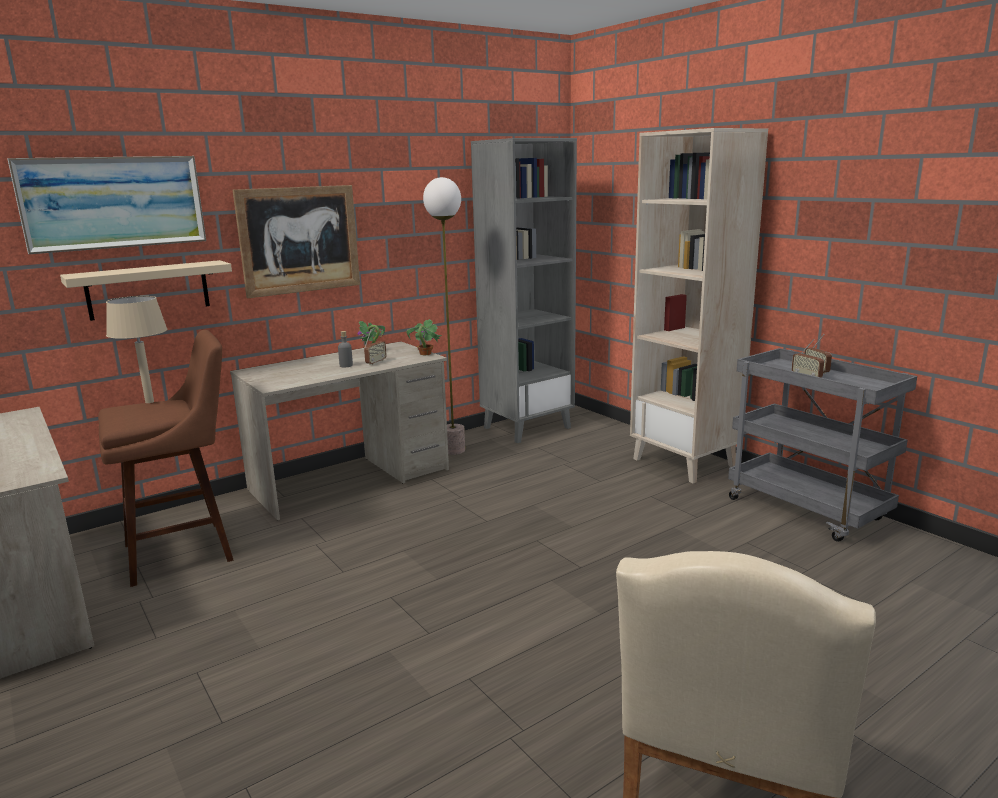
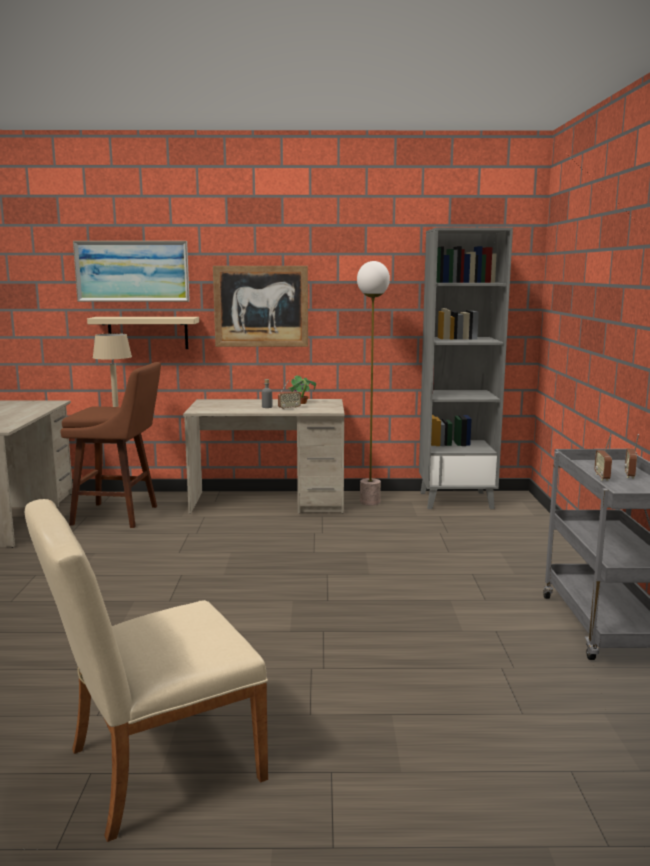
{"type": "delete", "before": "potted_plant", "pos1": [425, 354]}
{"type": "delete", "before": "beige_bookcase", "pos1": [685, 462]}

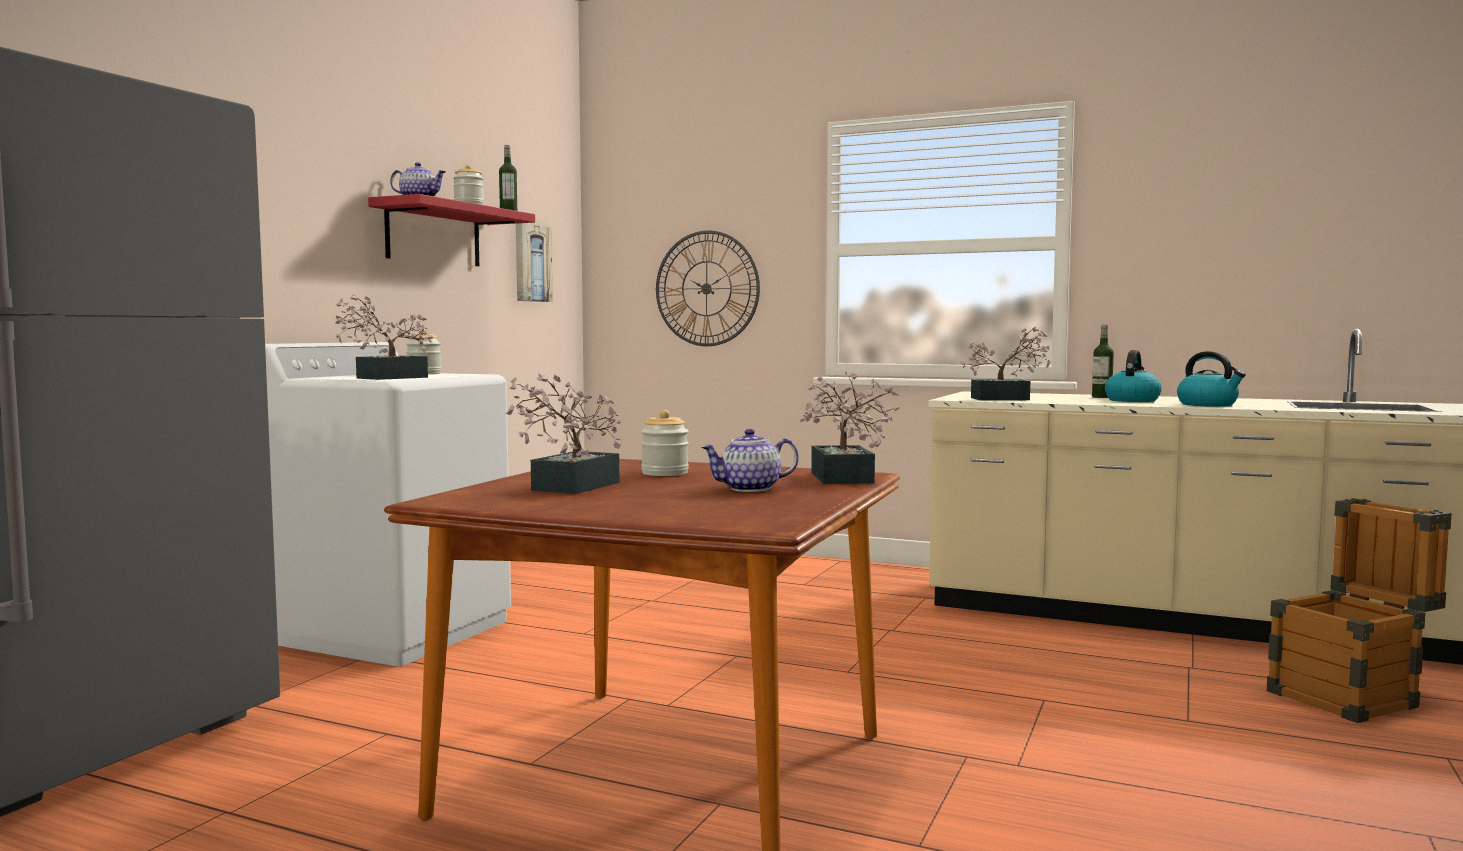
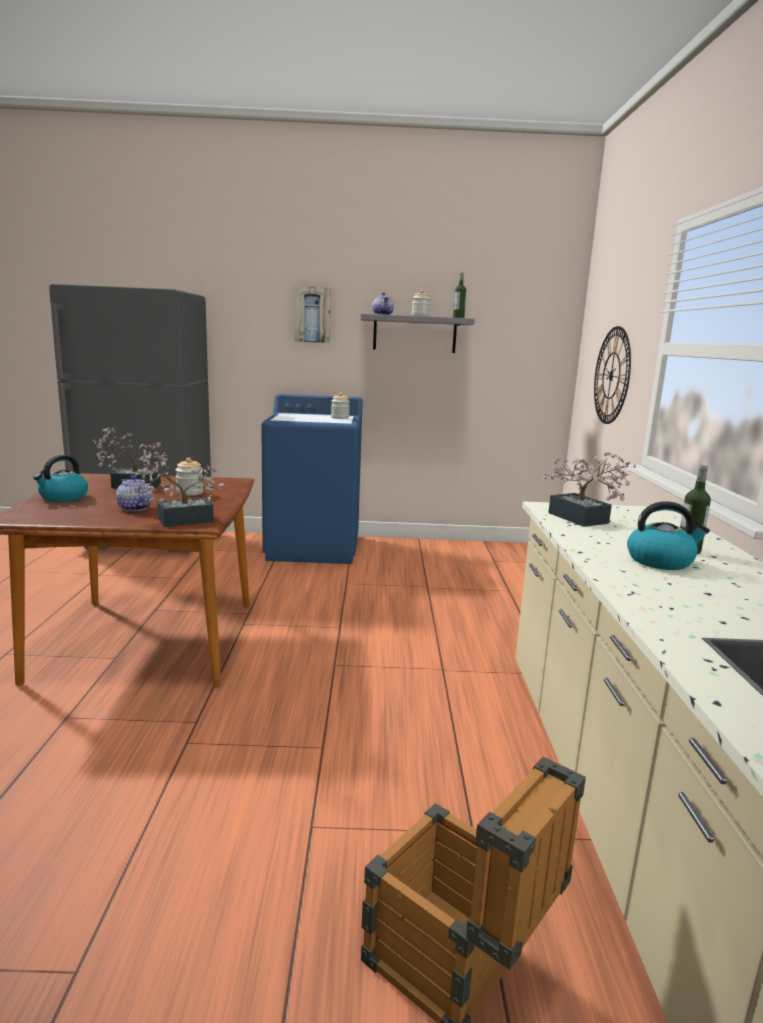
{"type": "delete", "before": "potted_plant", "pos1": [384, 378]}
{"type": "move", "before": "picture", "pos1": [531, 263], "pos2": [312, 315]}
{"type": "move", "before": "kettle", "pos1": [1208, 405], "pos2": [63, 497]}
{"type": "recolor", "before": "white_washing_machine", "after": "blue_washing_machine", "pos1": [394, 631], "pos2": [314, 548]}
{"type": "recolor", "before": "red_shelf", "after": "grey_shelf", "pos1": [433, 235], "pos2": [414, 334]}

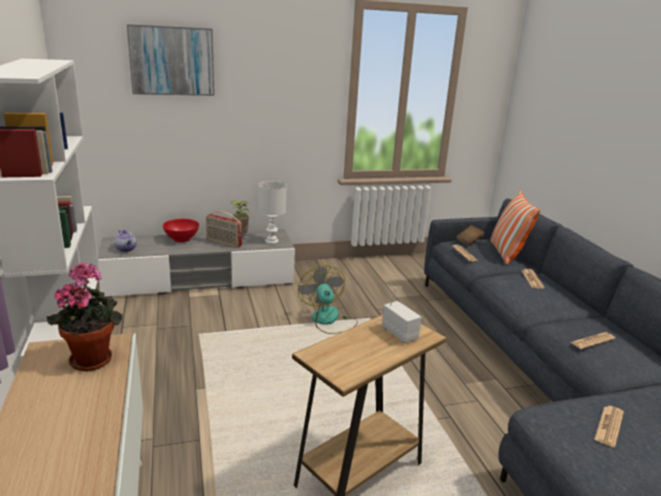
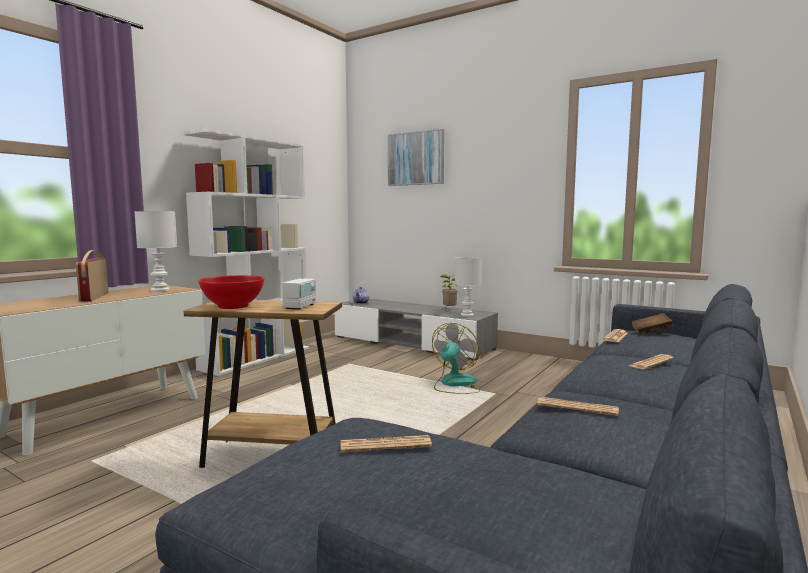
{"type": "delete", "before": "pillow", "pos1": [506, 253]}
{"type": "move", "before": "red_bowl", "pos1": [181, 239], "pos2": [232, 306]}
{"type": "move", "before": "radio", "pos1": [223, 243], "pos2": [93, 297]}
{"type": "replace", "before": "potted_plant", "after": "white_table_lamp", "pos1": [93, 358], "pos2": [161, 290]}

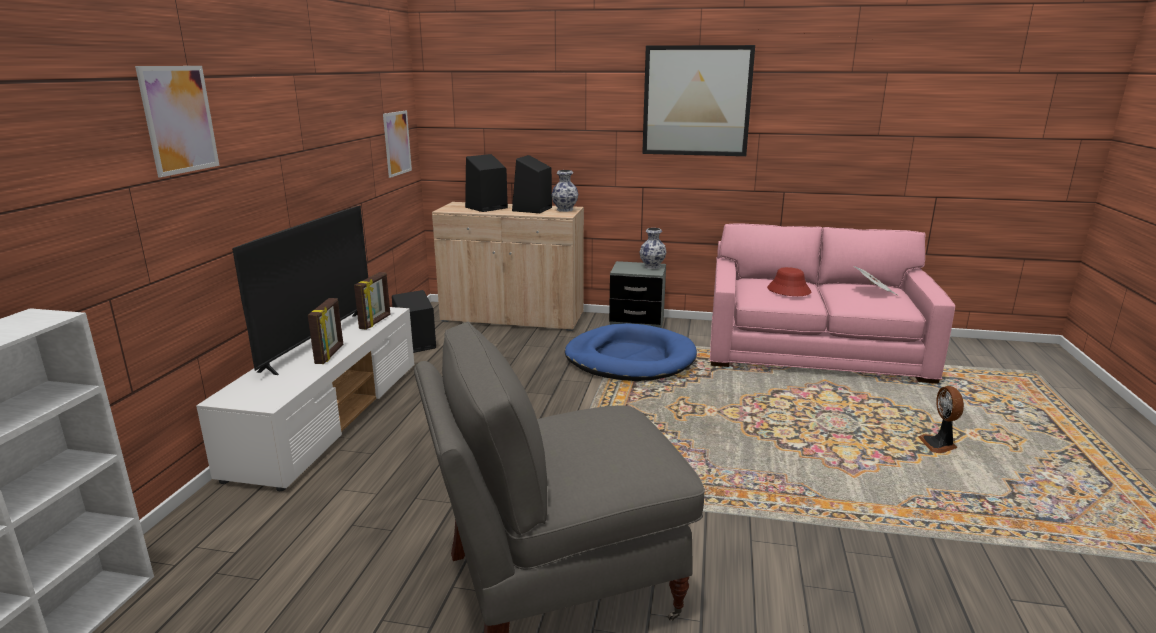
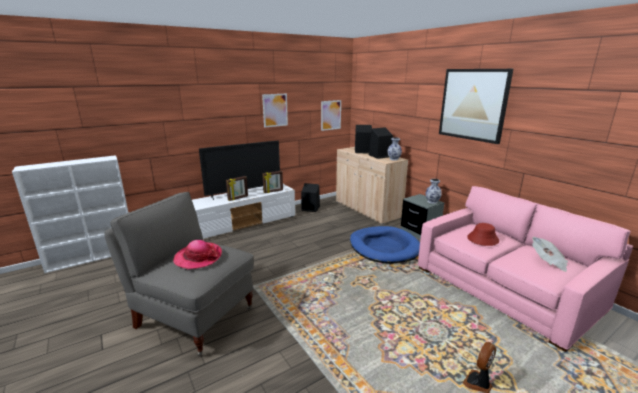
{"type": "insert", "after": "hat", "pos2": [198, 257]}
{"type": "move", "before": "picture", "pos1": [179, 119], "pos2": [275, 110]}

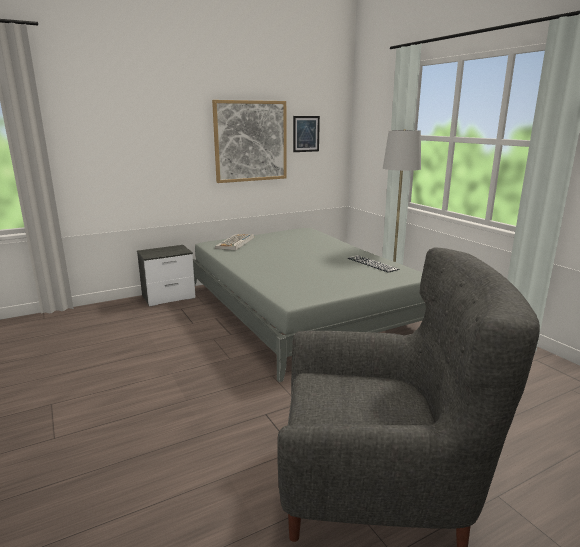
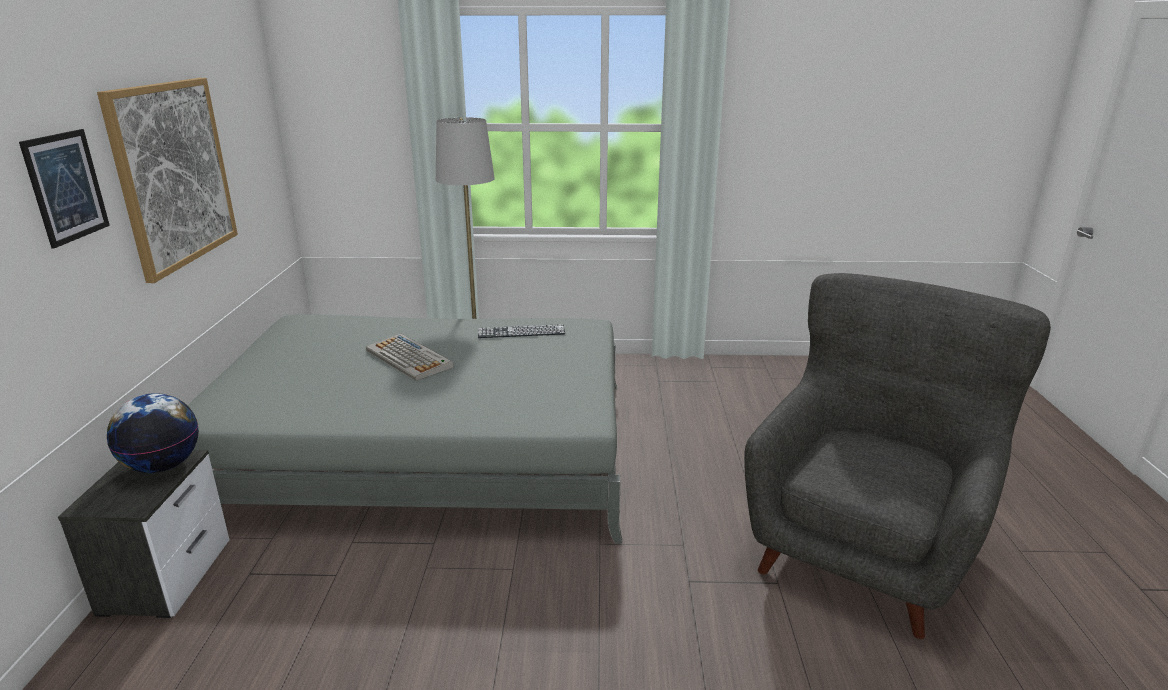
{"type": "insert", "after": "globe", "pos2": [163, 466]}
{"type": "move", "before": "keyboard", "pos1": [235, 243], "pos2": [410, 359]}
{"type": "move", "before": "picture", "pos1": [306, 134], "pos2": [66, 187]}

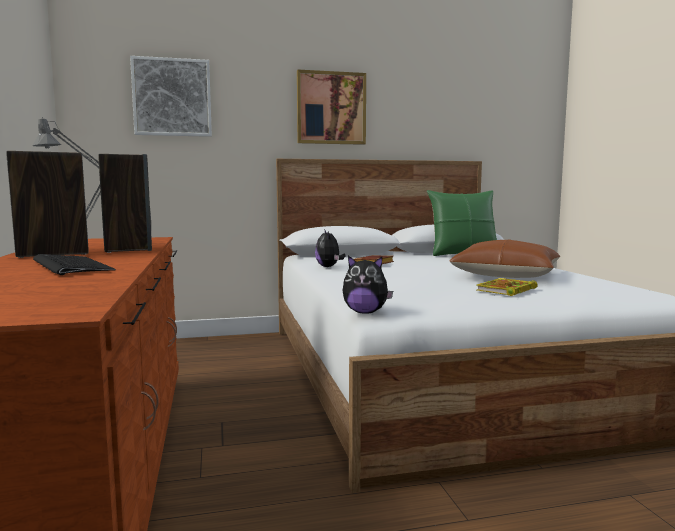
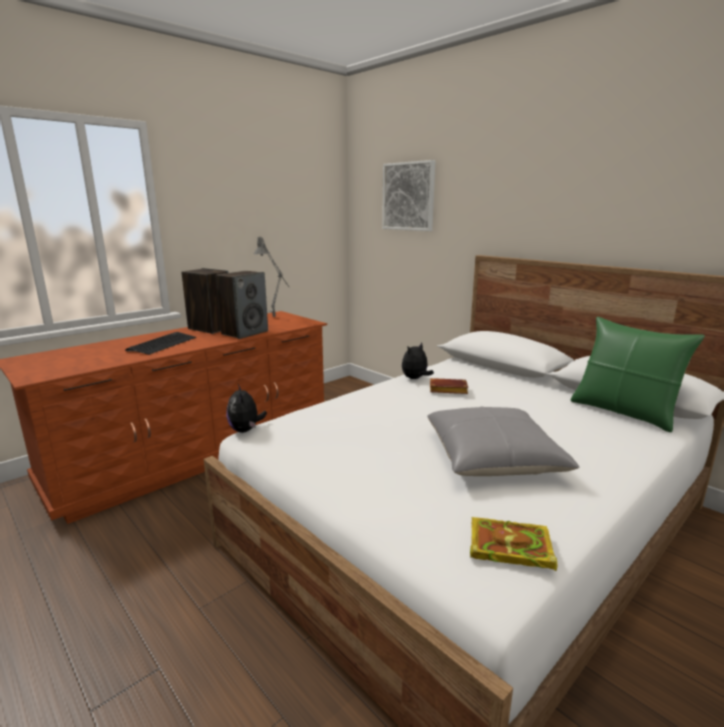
{"type": "delete", "before": "picture", "pos1": [331, 108]}
{"type": "move", "before": "book", "pos1": [506, 290], "pos2": [507, 547]}
{"type": "recolor", "before": "brown_pillow", "after": "grey_pillow", "pos1": [505, 275], "pos2": [493, 457]}

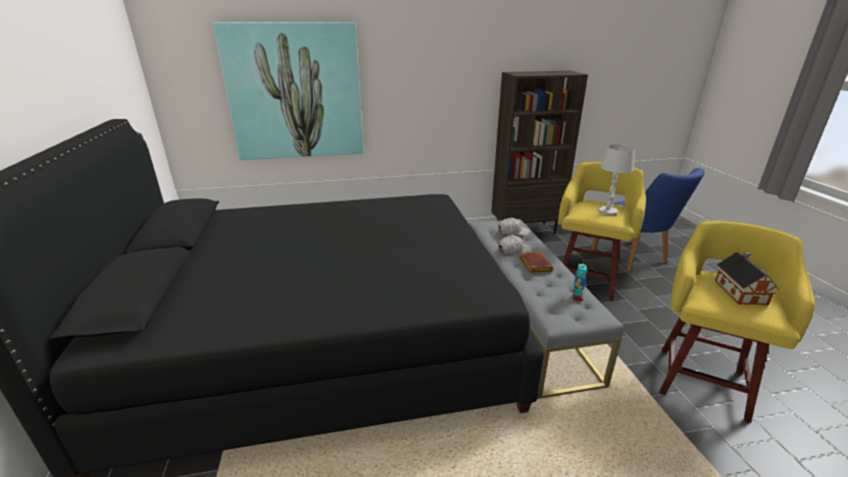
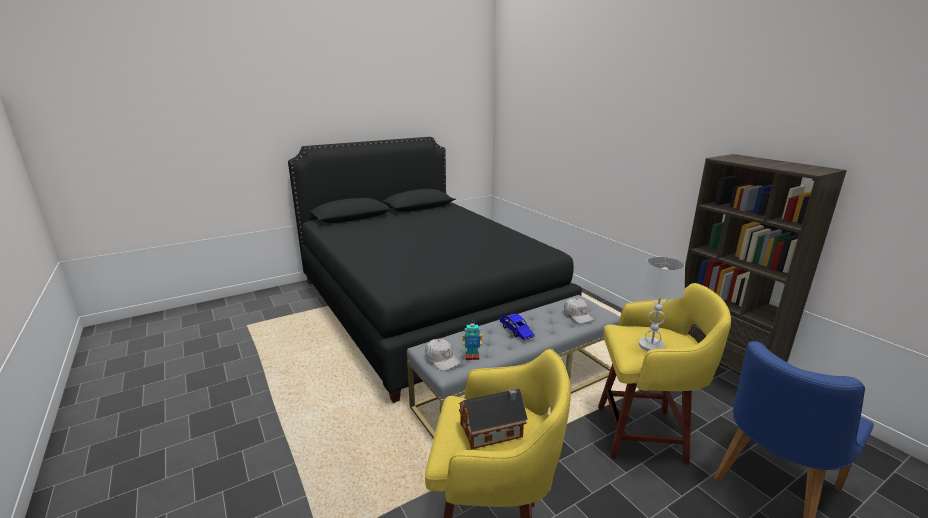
{"type": "delete", "before": "picture", "pos1": [295, 92]}
{"type": "move", "before": "white_cap", "pos1": [514, 250], "pos2": [442, 359]}
{"type": "replace", "before": "brown_book", "after": "blue_toy_car", "pos1": [534, 264], "pos2": [516, 331]}

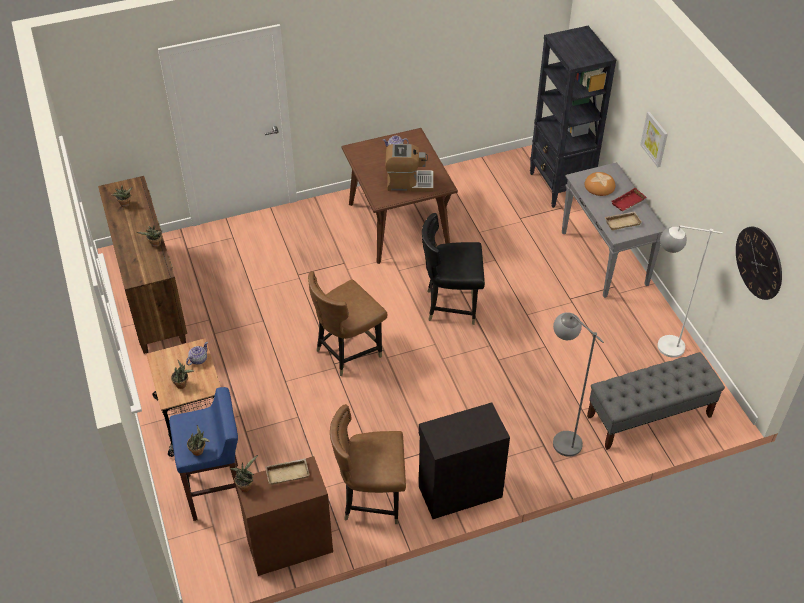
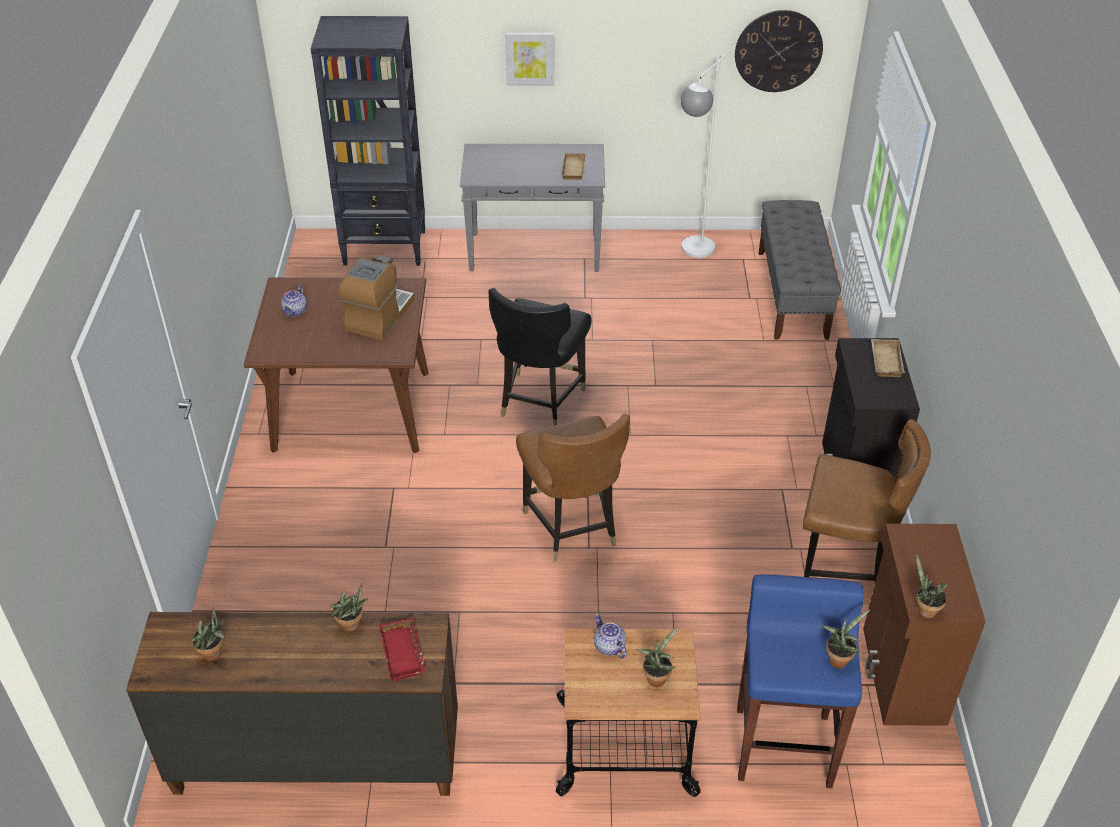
{"type": "delete", "before": "grey_floor_lamp", "pos1": [560, 437]}
{"type": "delete", "before": "bread", "pos1": [599, 186]}
{"type": "move", "before": "beige_tray", "pos1": [288, 472], "pos2": [884, 360]}
{"type": "move", "before": "red_tray", "pos1": [628, 203], "pos2": [404, 653]}
{"type": "rotate", "before": "brown_chair", "pos1": [371, 499], "pos2": [844, 566], "turn": -90}

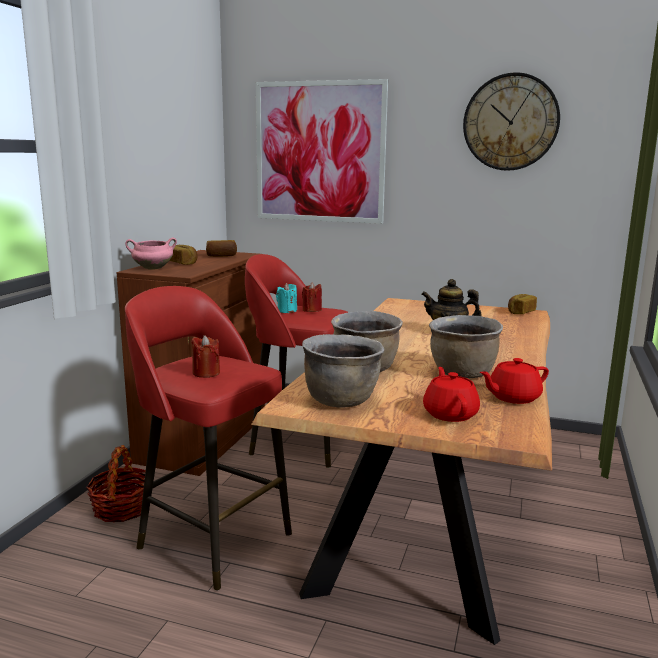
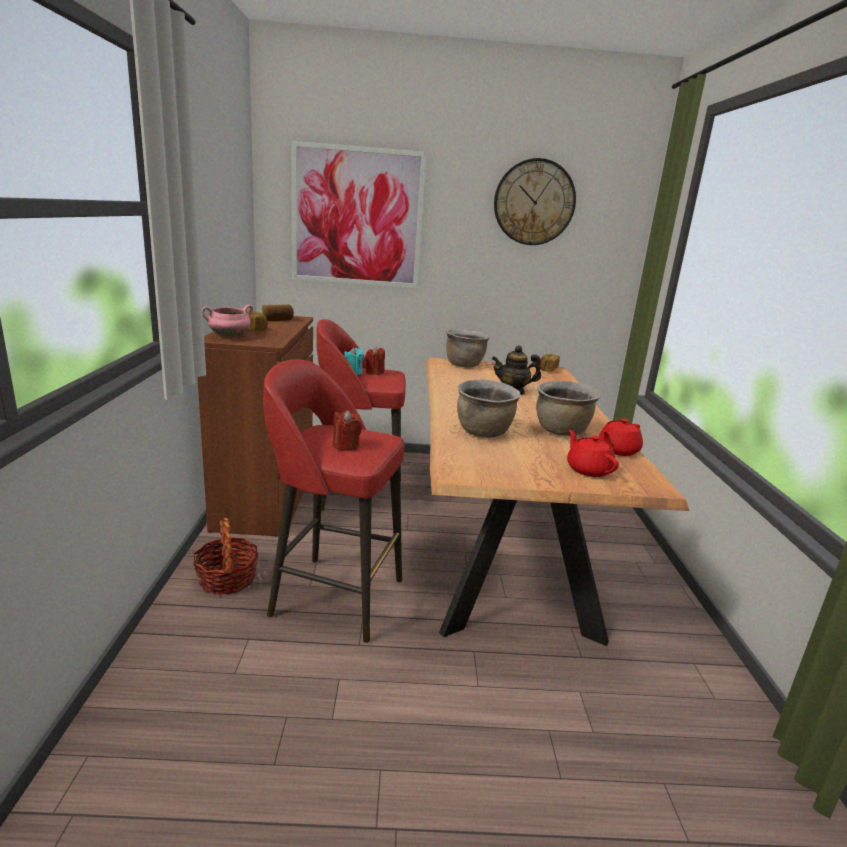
{"type": "move", "before": "brown_cooking_pot", "pos1": [341, 400], "pos2": [464, 365]}

